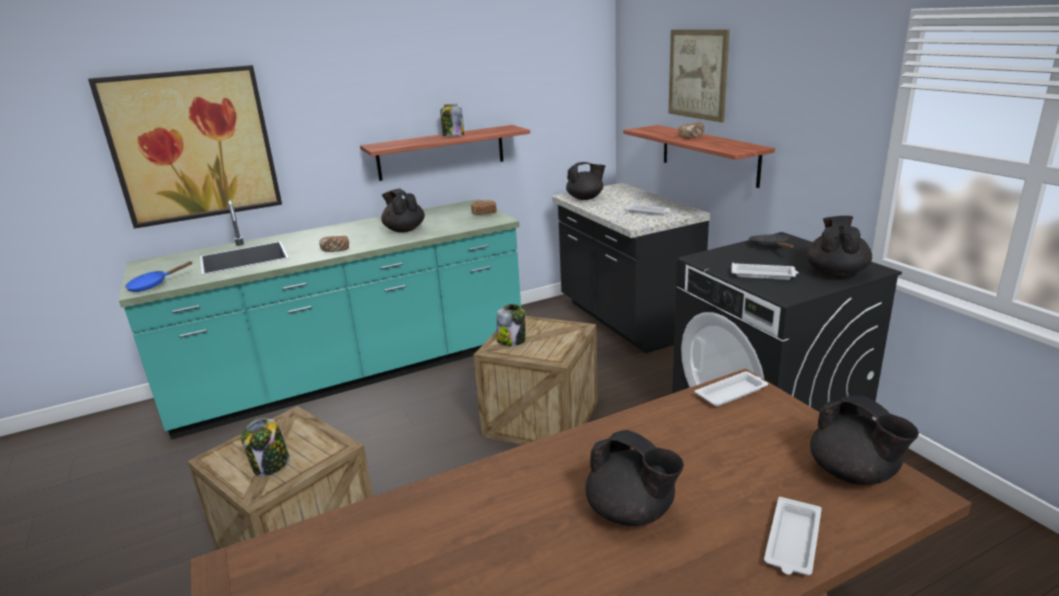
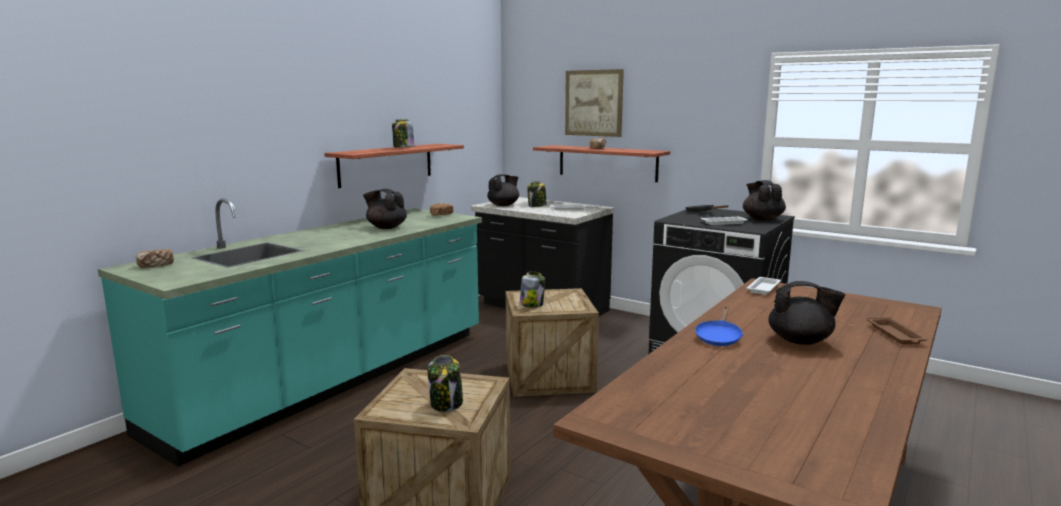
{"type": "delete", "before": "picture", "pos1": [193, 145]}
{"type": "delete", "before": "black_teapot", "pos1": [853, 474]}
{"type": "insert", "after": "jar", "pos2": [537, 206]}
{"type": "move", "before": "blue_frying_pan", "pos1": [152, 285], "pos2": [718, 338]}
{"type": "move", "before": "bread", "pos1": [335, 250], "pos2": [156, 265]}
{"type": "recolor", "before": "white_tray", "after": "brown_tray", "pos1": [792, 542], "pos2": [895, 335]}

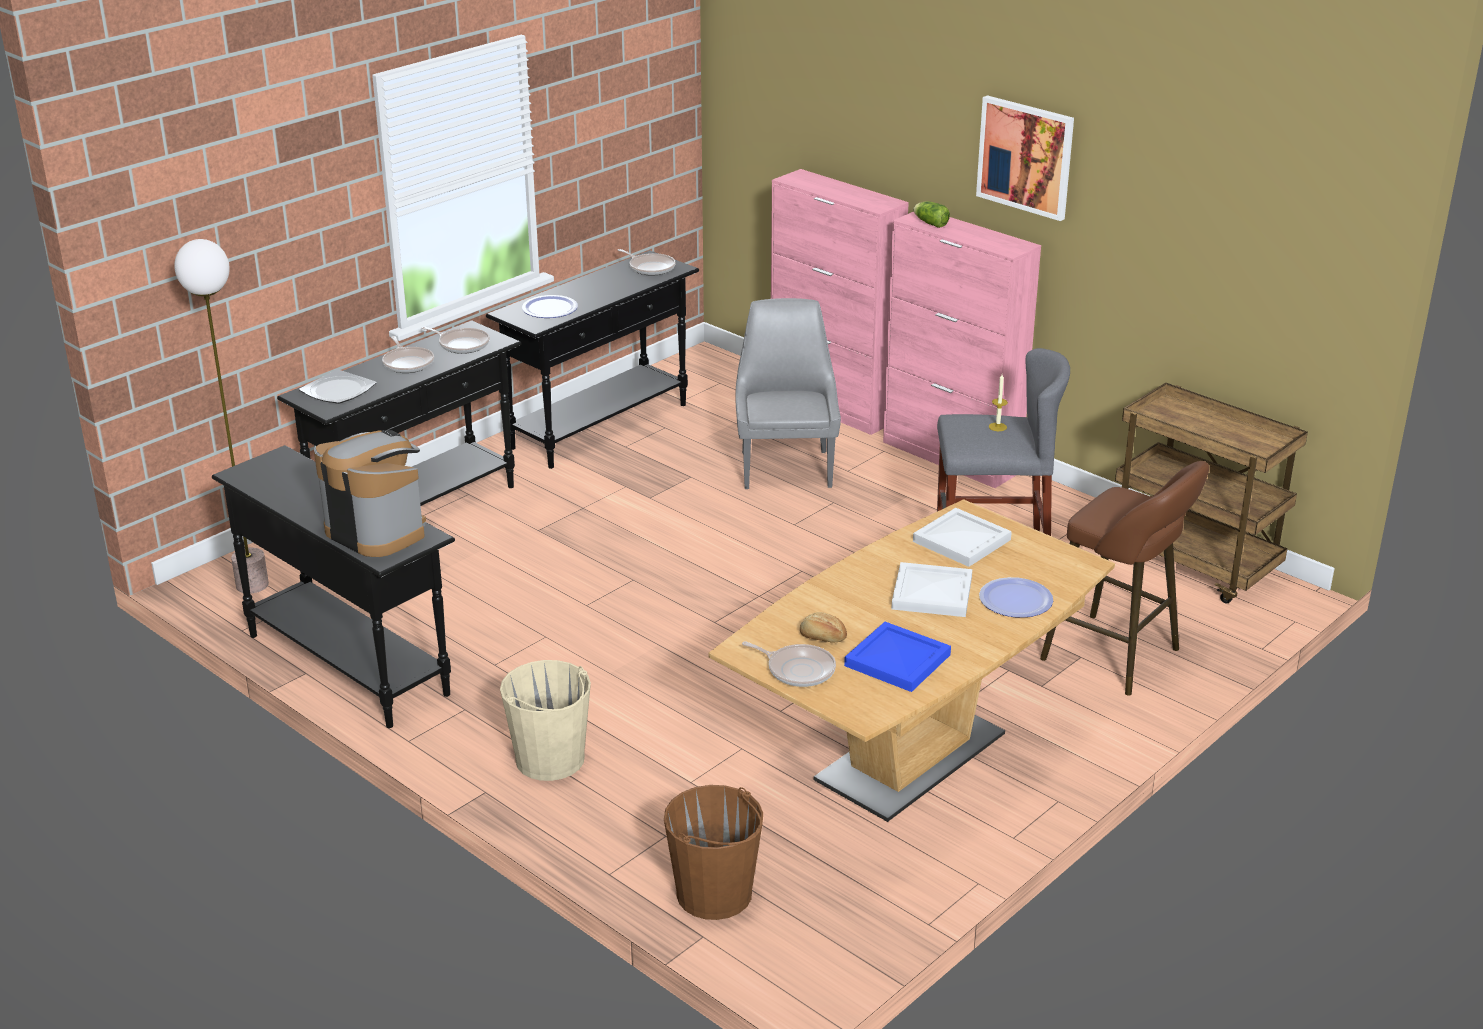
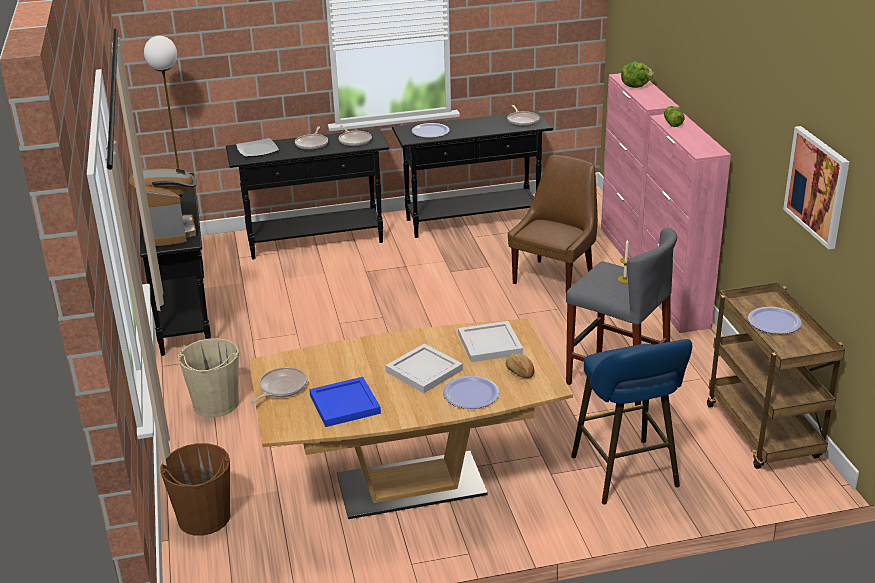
{"type": "insert", "after": "lettuce", "pos2": [635, 86]}
{"type": "insert", "after": "plate", "pos2": [774, 322]}
{"type": "move", "before": "bread", "pos1": [822, 638], "pos2": [519, 372]}
{"type": "move", "before": "picture", "pos1": [1025, 157], "pos2": [817, 186]}
{"type": "recolor", "before": "grey_chair", "after": "brown_chair", "pos1": [786, 467], "pos2": [554, 278]}
{"type": "recolor", "before": "brown_stool", "after": "blue_stool", "pos1": [1117, 657], "pos2": [627, 475]}
{"type": "rotate", "before": "frying_pan", "pos1": [798, 669], "pos2": [281, 388], "turn": -120}

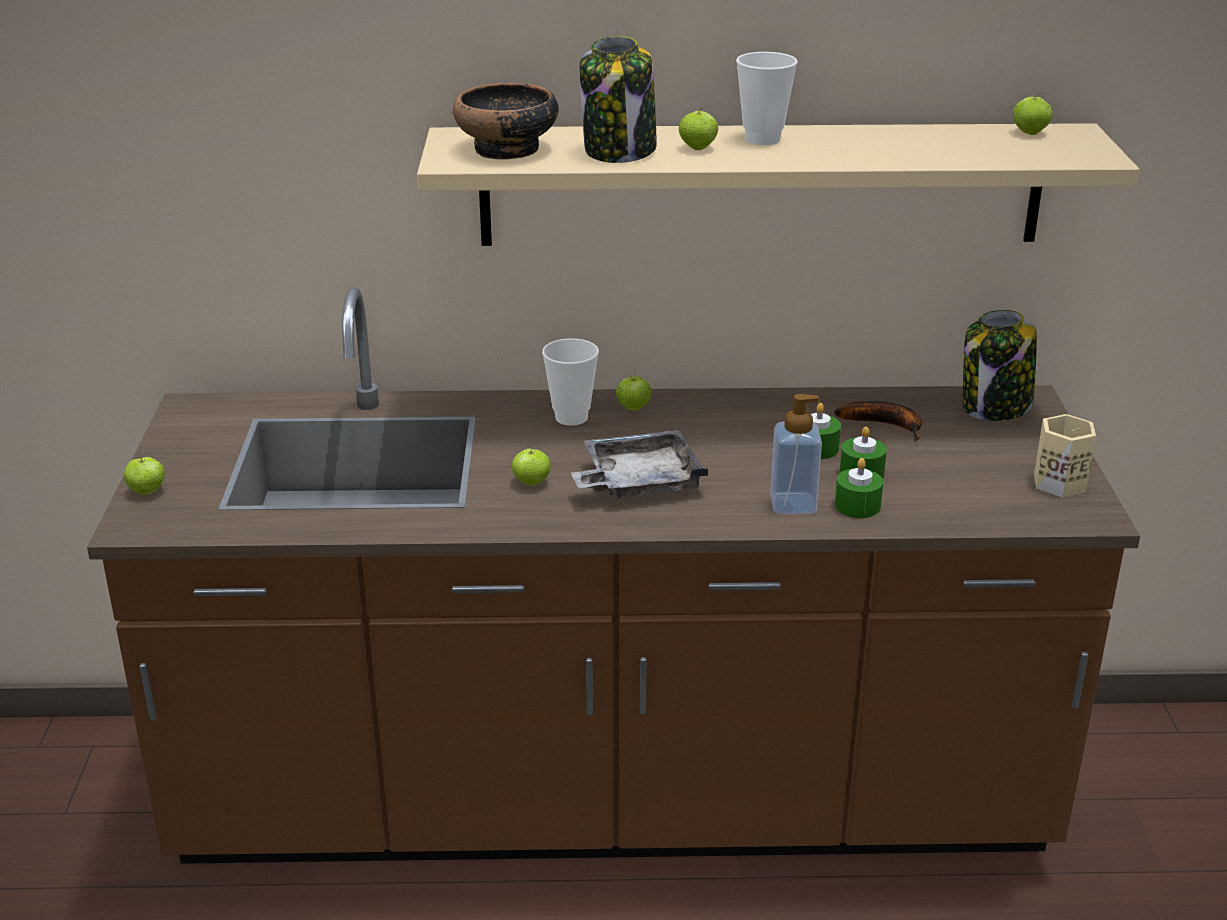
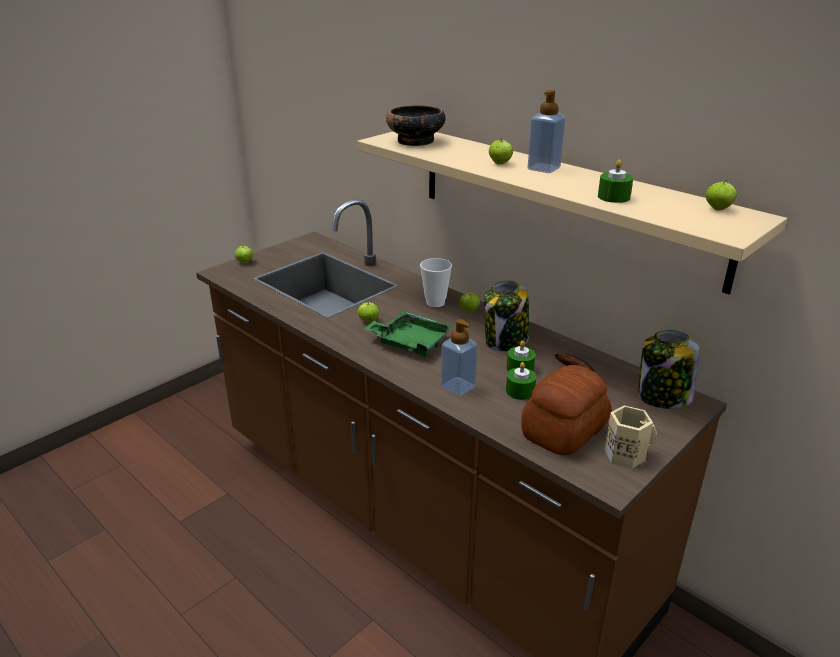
{"type": "insert", "after": "bread", "pos2": [562, 430]}
{"type": "move", "before": "jar", "pos1": [620, 151], "pos2": [506, 341]}
{"type": "move", "before": "green_candle", "pos1": [857, 506], "pos2": [613, 197]}
{"type": "replace", "before": "cup", "after": "soap_dispenser", "pos1": [762, 139], "pos2": [543, 168]}
{"type": "recolor", "before": "grey_tray", "after": "green_tray", "pos1": [638, 481], "pos2": [410, 342]}

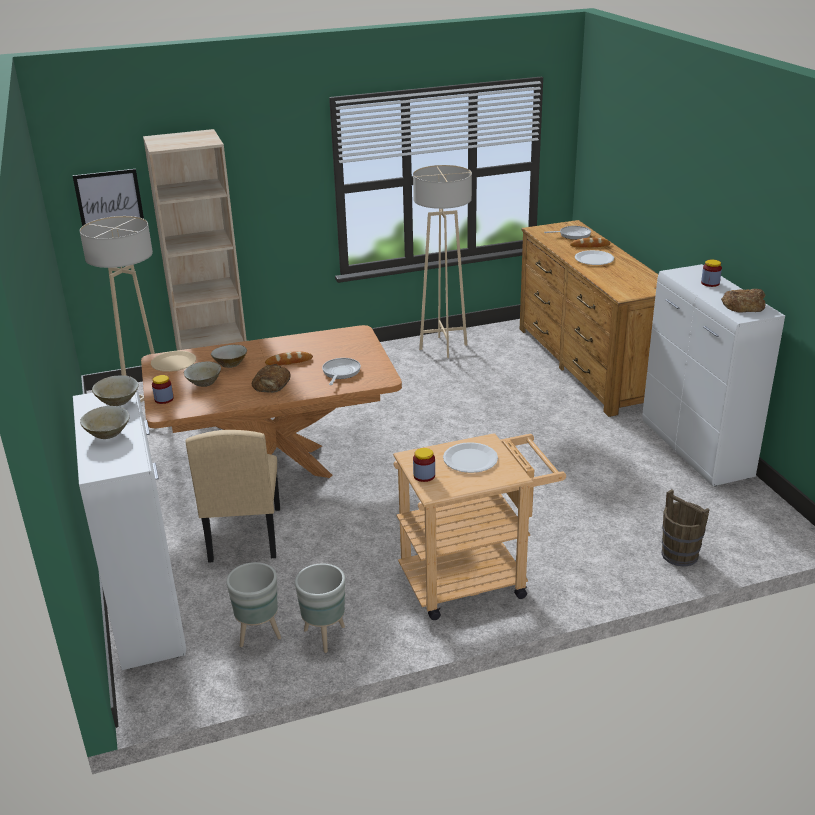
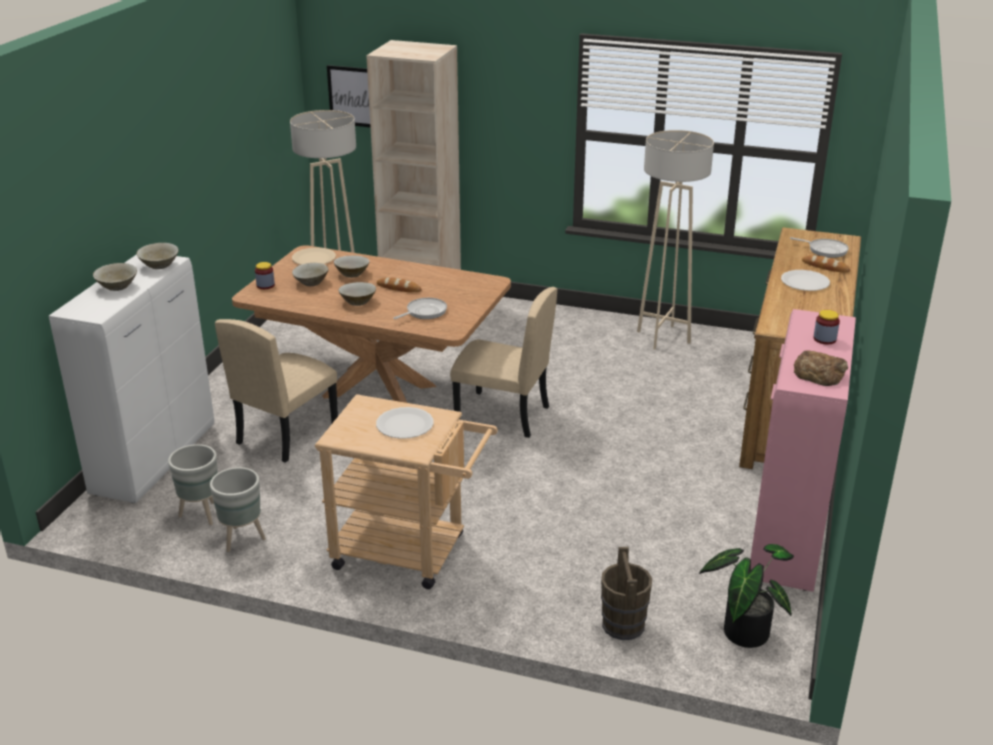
{"type": "delete", "before": "jar", "pos1": [424, 476]}
{"type": "insert", "after": "beige_chair", "pos2": [502, 415]}
{"type": "insert", "after": "potted_plant", "pos2": [743, 629]}
{"type": "replace", "before": "bread", "after": "beige_bowl", "pos1": [271, 384], "pos2": [358, 302]}
{"type": "recolor", "before": "white_cabinet", "after": "pink_cabinet", "pos1": [696, 450], "pos2": [787, 538]}

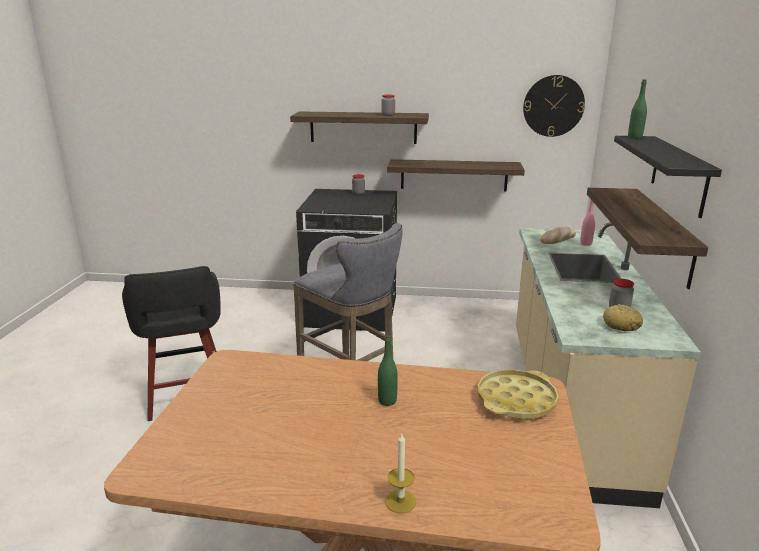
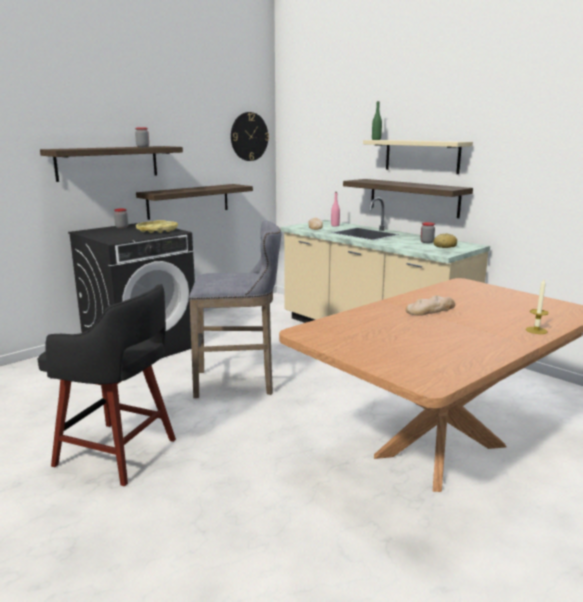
{"type": "move", "before": "yellow_tray", "pos1": [516, 400], "pos2": [157, 230]}
{"type": "replace", "before": "green_bottle", "after": "bread", "pos1": [387, 401], "pos2": [430, 309]}
{"type": "recolor", "before": "black_shelf", "after": "beige_shelf", "pos1": [679, 174], "pos2": [421, 156]}

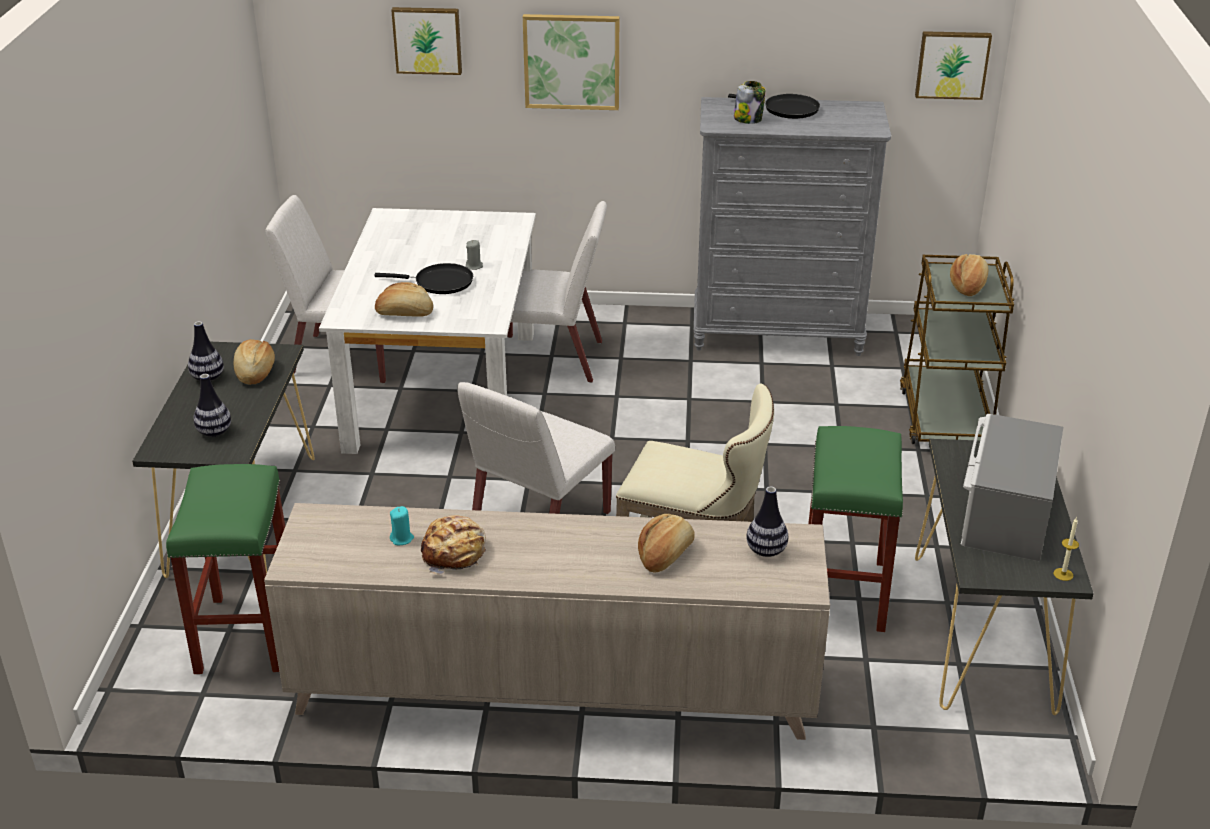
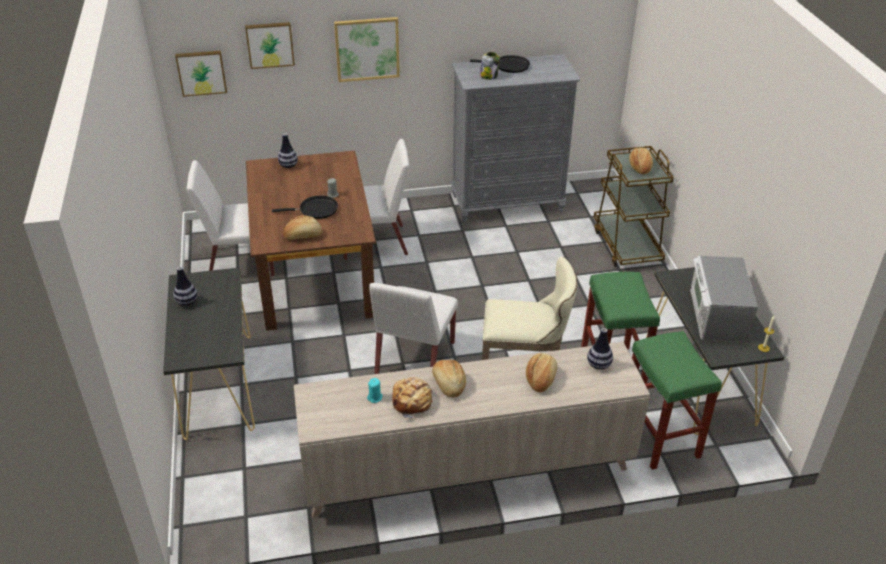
{"type": "move", "before": "green_stool", "pos1": [246, 633], "pos2": [658, 436]}
{"type": "move", "before": "vase", "pos1": [214, 432], "pos2": [288, 166]}
{"type": "move", "before": "bread", "pos1": [254, 372], "pos2": [448, 384]}
{"type": "move", "before": "picture", "pos1": [952, 64], "pos2": [201, 72]}
{"type": "recolor", "before": "white_dining_table", "after": "brown_dining_table", "pos1": [444, 390], "pos2": [315, 275]}

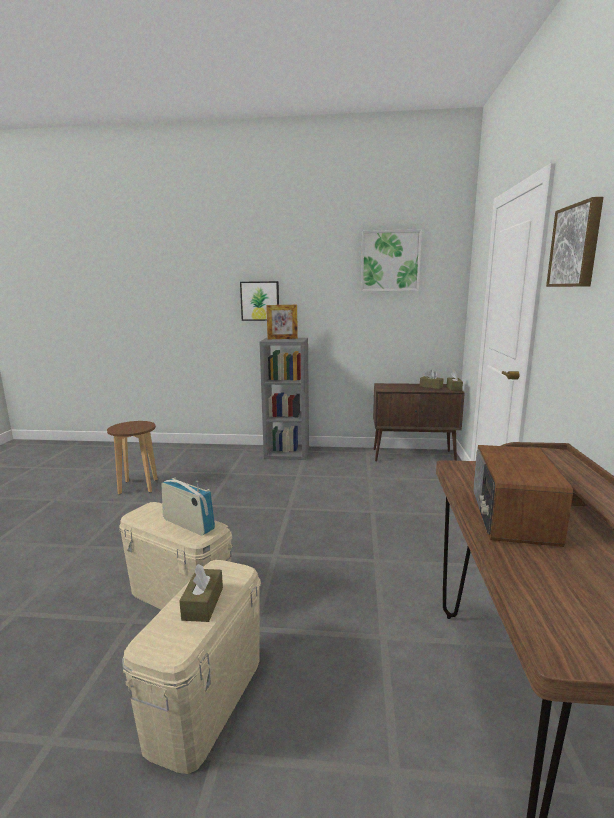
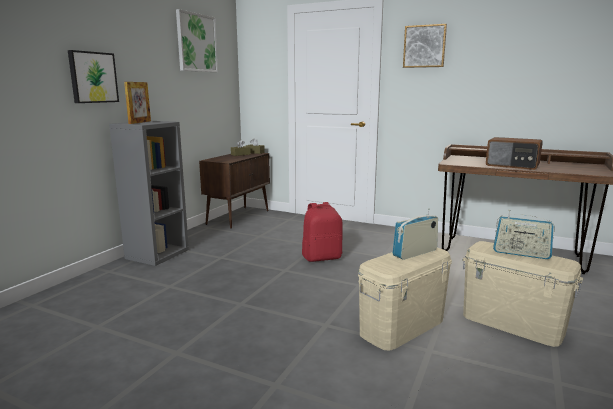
{"type": "delete", "before": "brown_stool", "pos1": [138, 487]}
{"type": "insert", "after": "red_backpack", "pos2": [322, 257]}
{"type": "replace", "before": "brown_tissue_box", "after": "radio", "pos1": [203, 603], "pos2": [521, 253]}

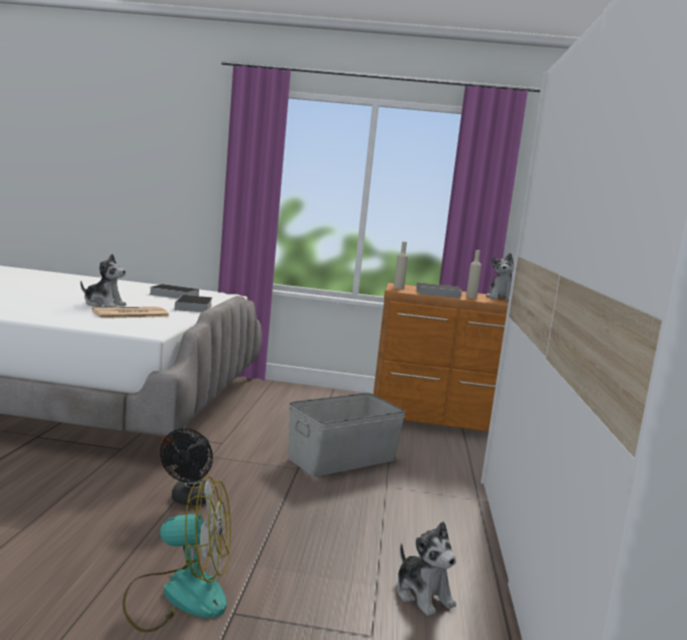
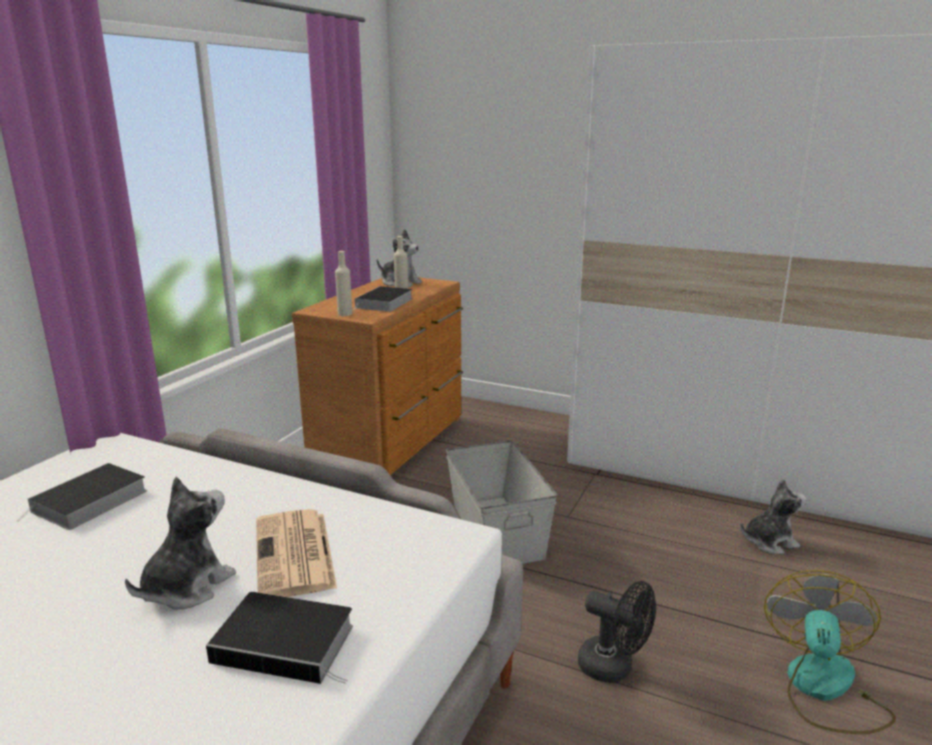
{"type": "move", "before": "book", "pos1": [194, 307], "pos2": [288, 643]}

